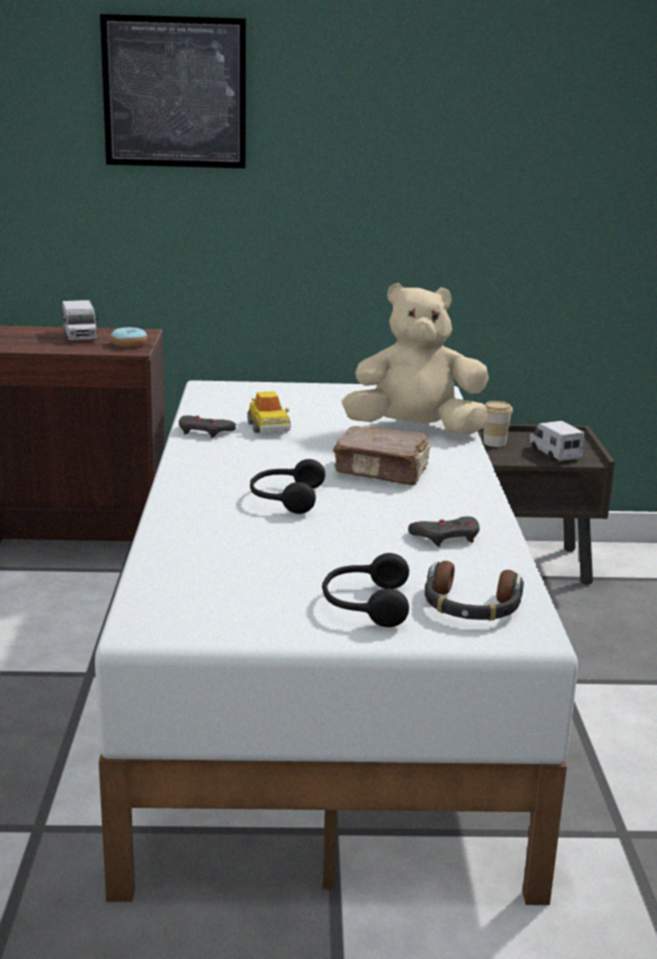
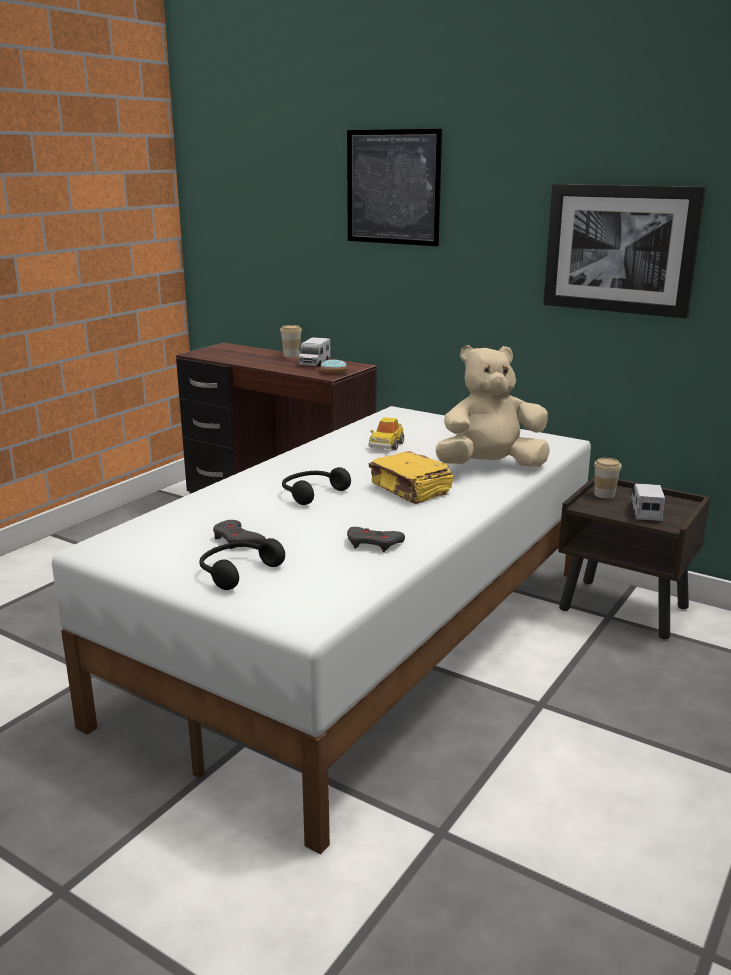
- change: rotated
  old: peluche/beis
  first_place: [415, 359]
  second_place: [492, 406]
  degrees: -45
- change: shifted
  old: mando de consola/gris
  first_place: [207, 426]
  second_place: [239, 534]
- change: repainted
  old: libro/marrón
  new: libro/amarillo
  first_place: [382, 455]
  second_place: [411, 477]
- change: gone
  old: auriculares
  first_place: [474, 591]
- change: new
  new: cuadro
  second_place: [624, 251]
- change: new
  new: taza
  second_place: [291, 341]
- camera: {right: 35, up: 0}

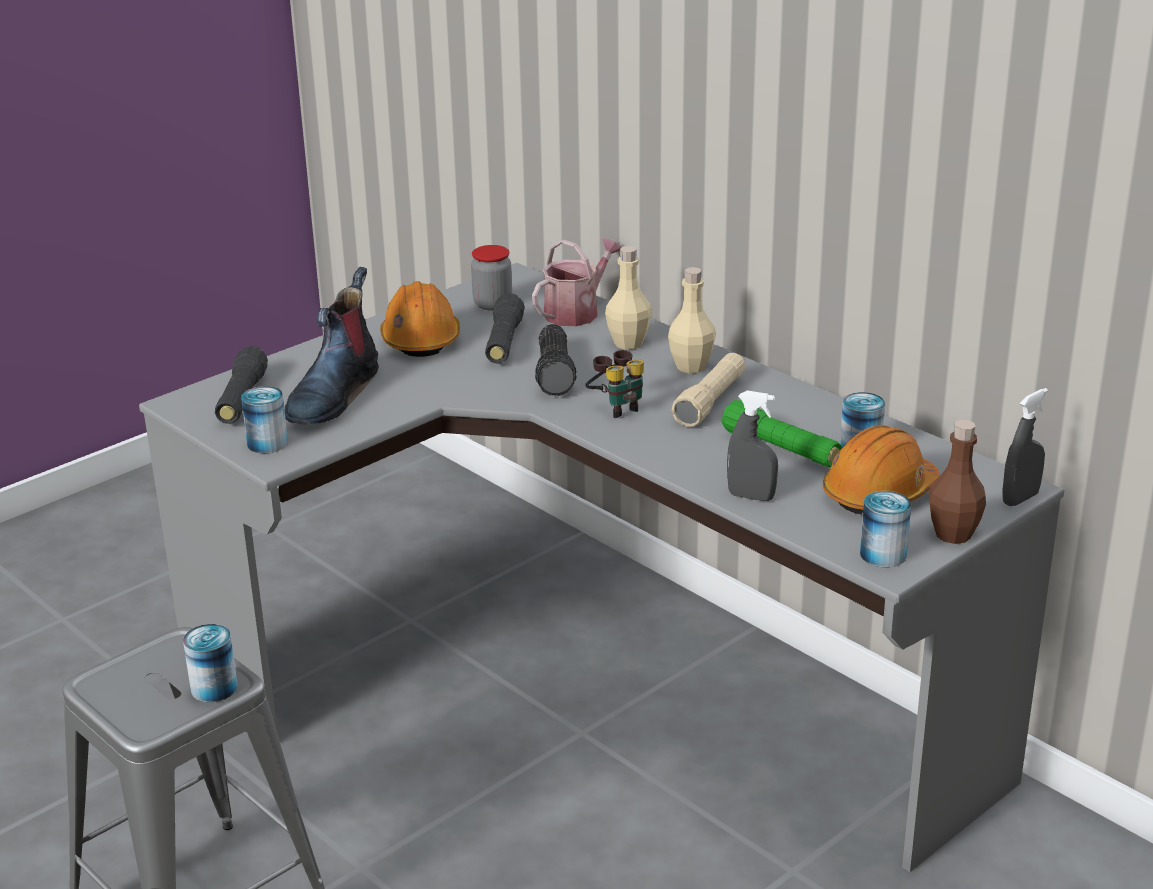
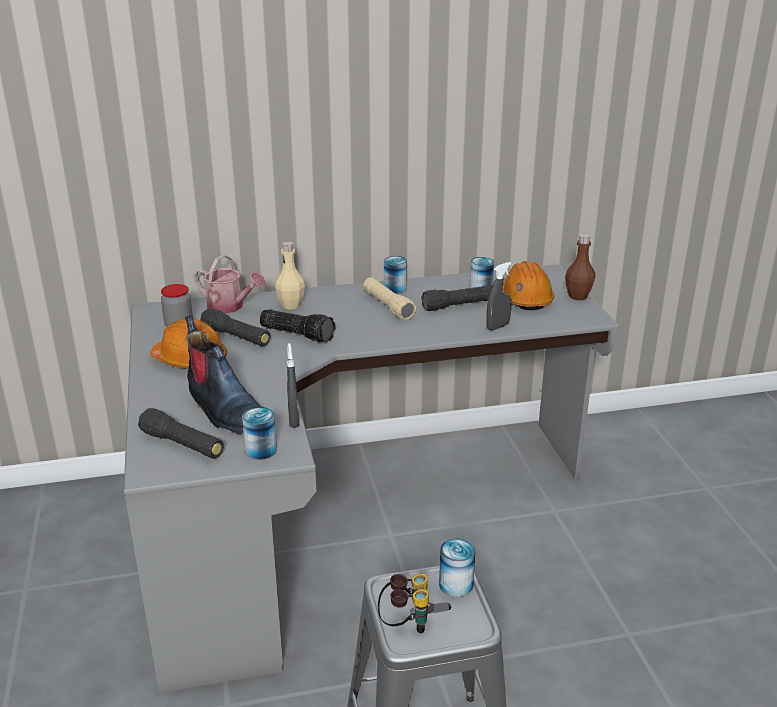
- change: rotated
  old: regadera
  first_place: [577, 282]
  second_place: [229, 284]
  degrees: 135
- change: gone
  old: botella/beis
  first_place: [692, 320]
- change: shifted
  old: prismáticos
  first_place: [614, 384]
  second_place: [406, 603]
- change: shifted
  old: pulverizador/gris
  first_place: [1025, 447]
  second_place: [293, 385]
- change: repainted
  old: linterna/verde
  new: linterna/negro
  first_place: [782, 433]
  second_place: [457, 298]
- change: shifted
  old: lata
  first_place: [885, 529]
  second_place: [395, 275]
- camera: {right: -60, up: 0}

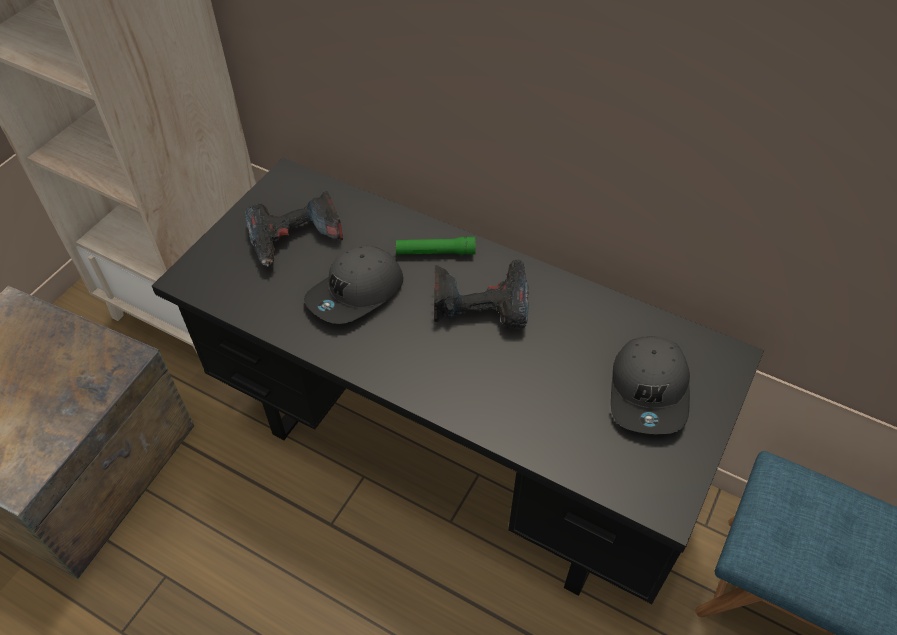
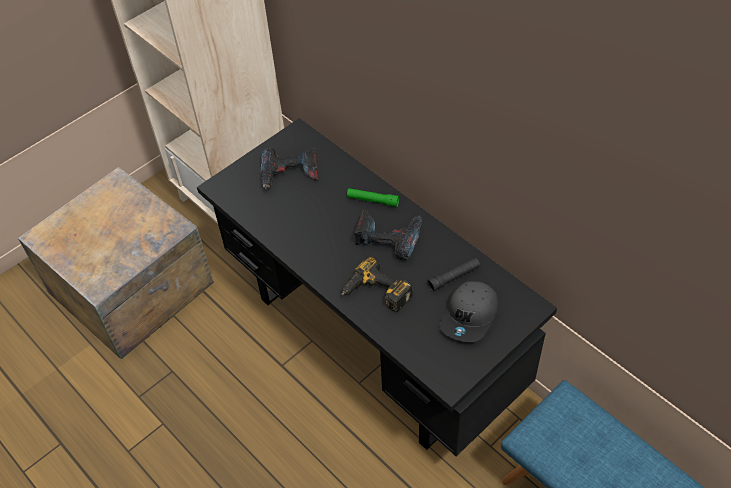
- change: gone
  old: gorra/gris
  first_place: [353, 284]
- change: new
  new: taladro
  second_place: [377, 284]
- change: new
  new: linterna/negro
  second_place: [453, 274]
- camera: {right: 20, up: 0}

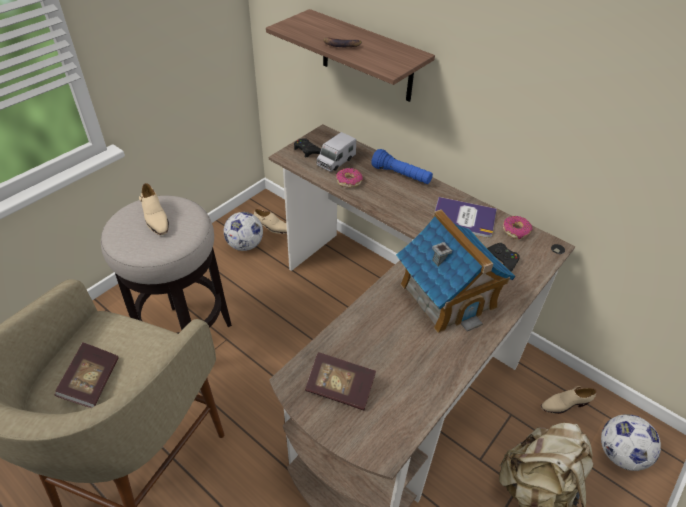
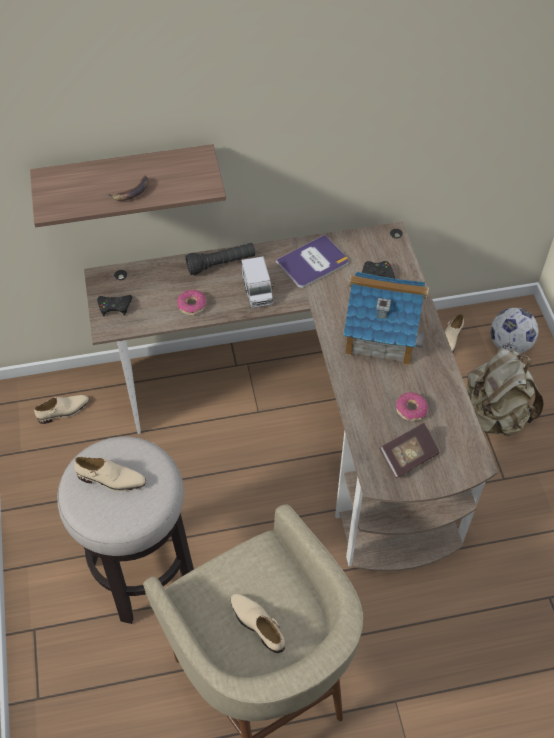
- change: shifted
  old: camión de juguete
  first_place: [336, 152]
  second_place: [257, 282]
- change: repainted
  old: linterna/azul
  new: linterna/negro
  first_place: [402, 166]
  second_place: [220, 259]
- change: gone
  old: balón de fútbol
  first_place: [243, 231]
- change: shifted
  old: rosquilla
  first_place: [518, 227]
  second_place: [412, 406]
- change: swapped
  old: libro
  new: zapato/beis
  first_place: [86, 375]
  second_place: [257, 623]
- camera: {right: -50, up: 10}

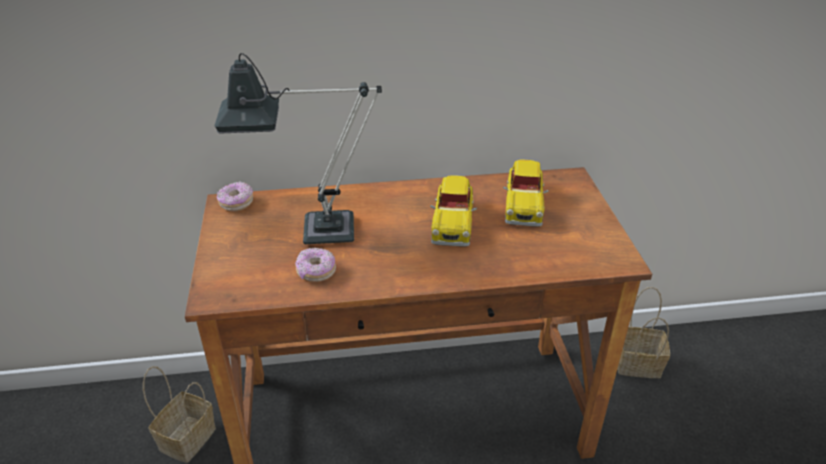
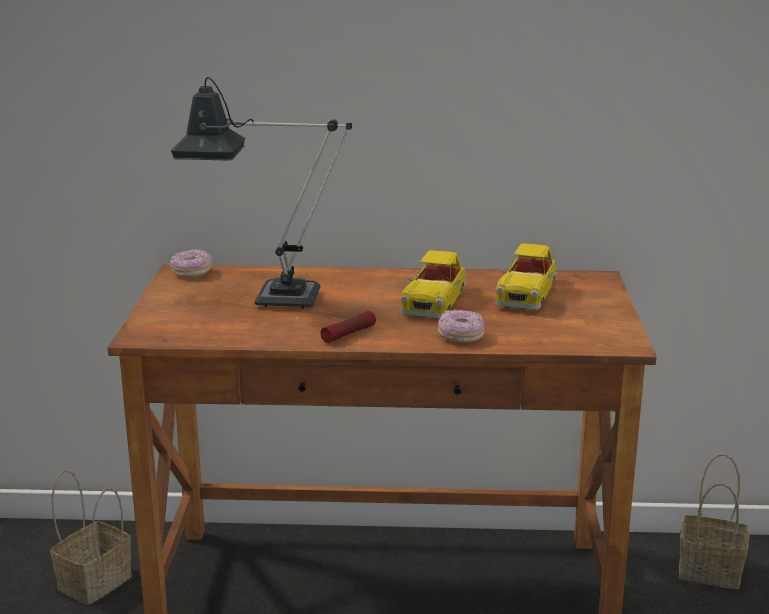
- change: shifted
  old: rosquilla
  first_place: [315, 265]
  second_place: [461, 326]
- change: new
  new: linterna
  second_place: [348, 327]
- camera: {right: 10, up: -15}

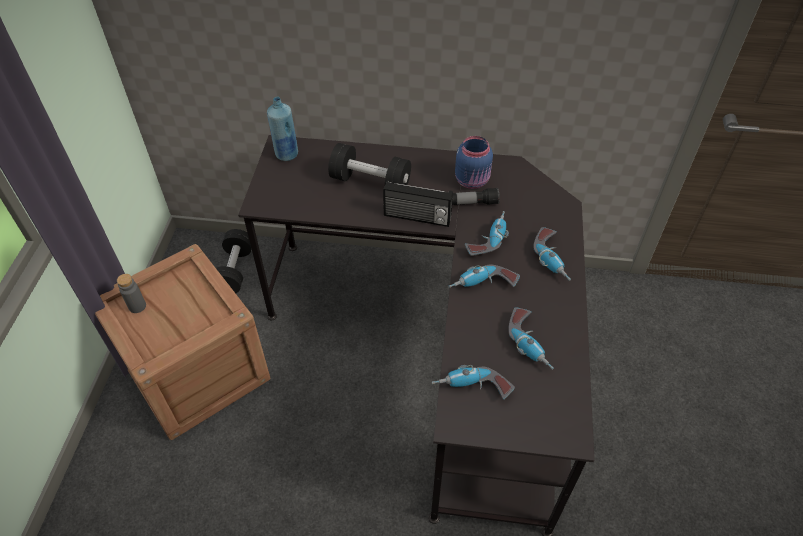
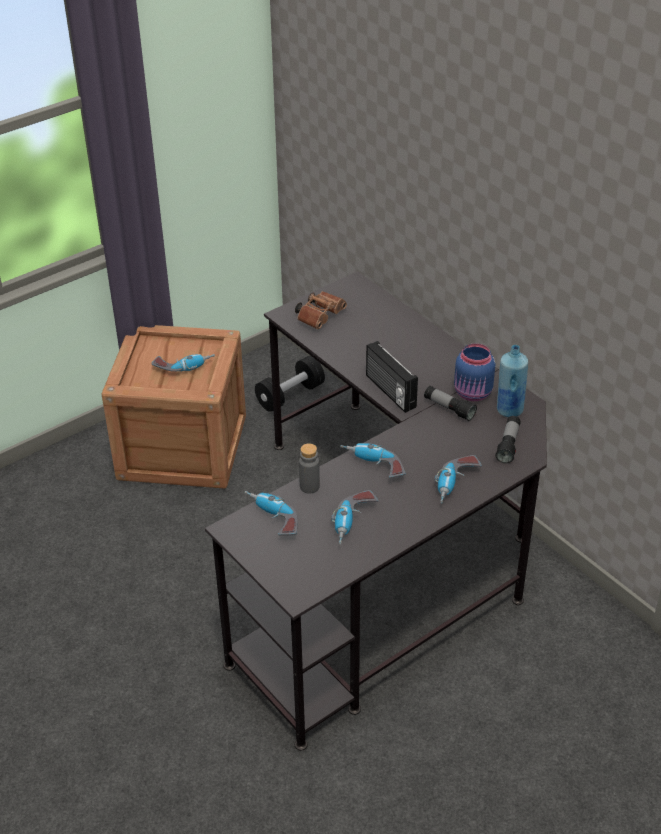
- change: shifted
  old: botella/azul
  first_place: [282, 129]
  second_place: [512, 381]
- change: gone
  old: mancuerna/negro
  first_place: [369, 164]
- change: shifted
  old: taladro
  first_place: [487, 233]
  second_place: [183, 363]
- change: shifted
  old: botella/gris
  first_place: [131, 293]
  second_place: [309, 468]
- change: new
  new: prismáticos/marrón
  second_place: [321, 310]
- change: new
  new: linterna
  second_place: [508, 440]
- camera: {right: 45, up: -10}

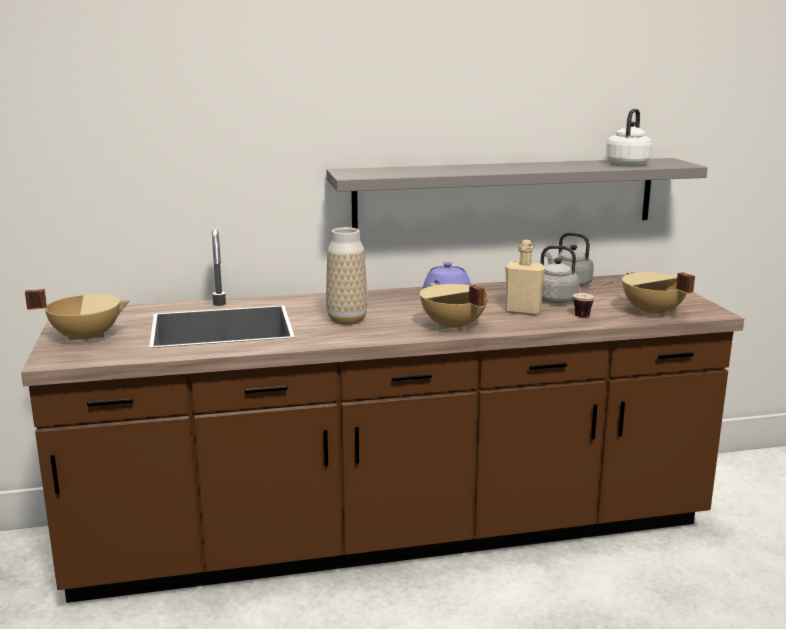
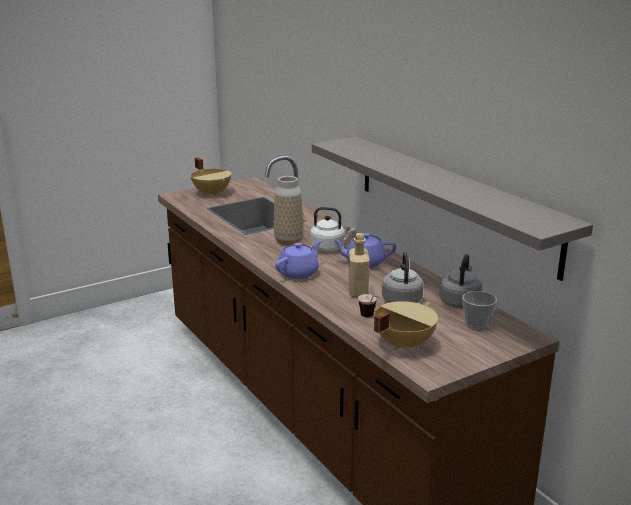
- change: shifted
  old: hervidor/blanco
  first_place: [629, 137]
  second_place: [332, 229]
- change: swapped
  old: olla/beis
  new: tetera/morado
  first_place: [454, 307]
  second_place: [298, 259]
- change: new
  new: taza
  second_place: [479, 310]
- camera: {right: 70, up: 5}

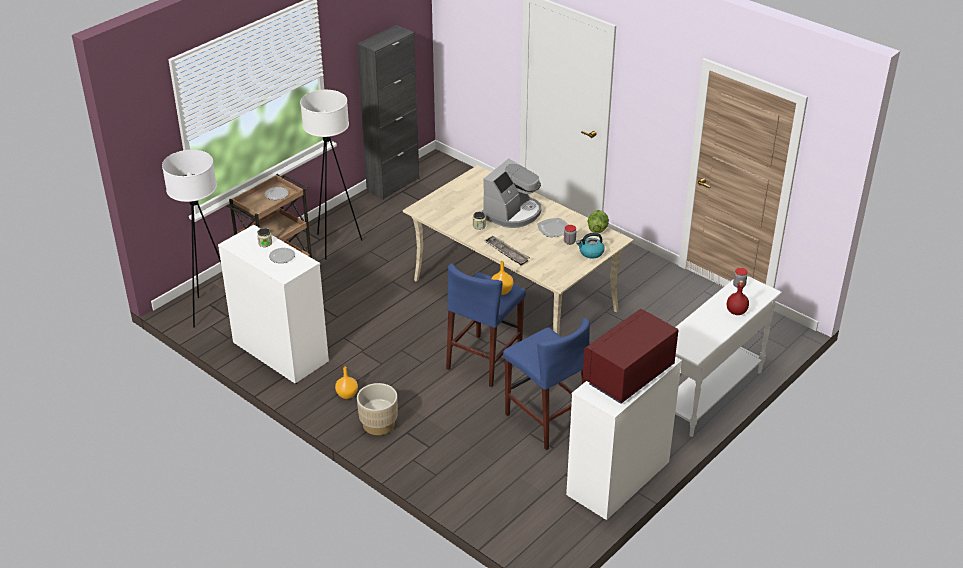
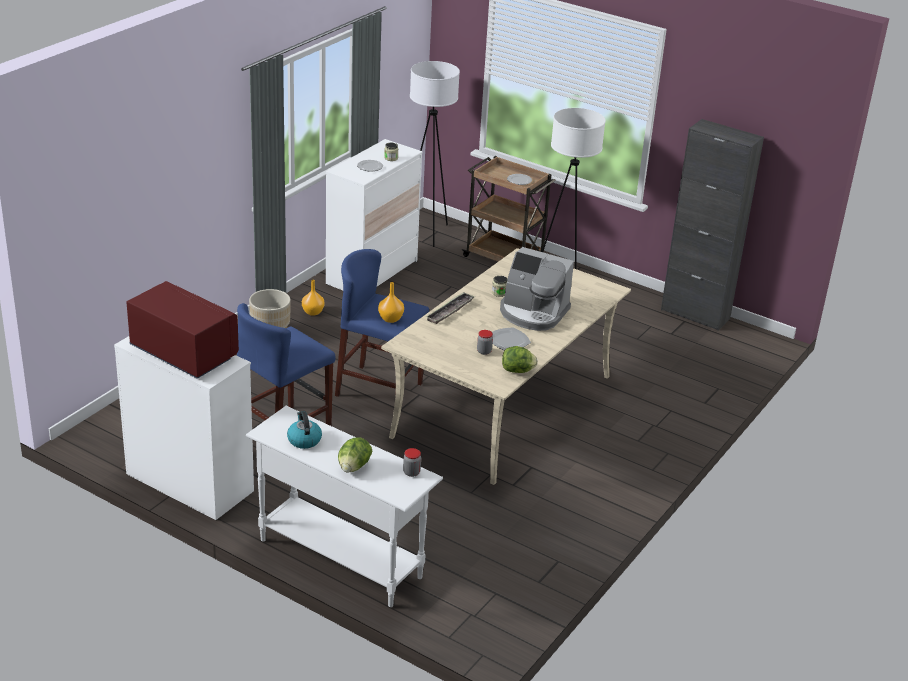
- change: shifted
  old: hervidor
  first_place: [590, 245]
  second_place: [304, 430]
- change: swapped
  old: botella/rojo
  new: lechuga
  first_place: [738, 297]
  second_place: [355, 455]
- camera: {right: 80, up: -5}

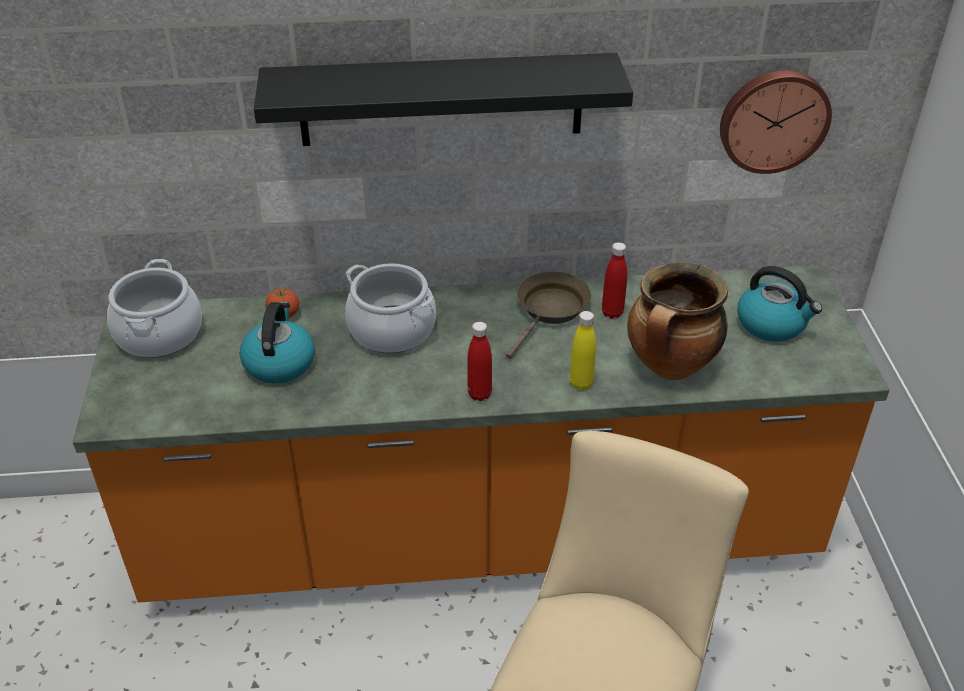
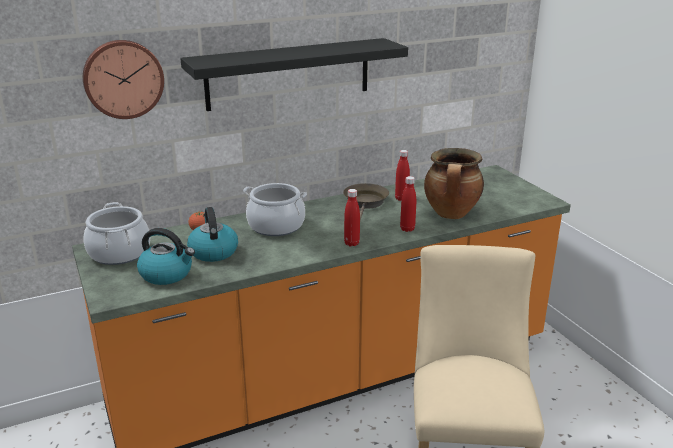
- change: shifted
  old: reloj de pared
  first_place: [776, 122]
  second_place: [123, 79]
- change: shifted
  old: hervidor
  first_place: [779, 303]
  second_place: [166, 256]
- change: repainted
  old: botella/amarillo
  new: botella/rojo
  first_place: [583, 350]
  second_place: [408, 204]
- camera: {right: -20, up: -15}

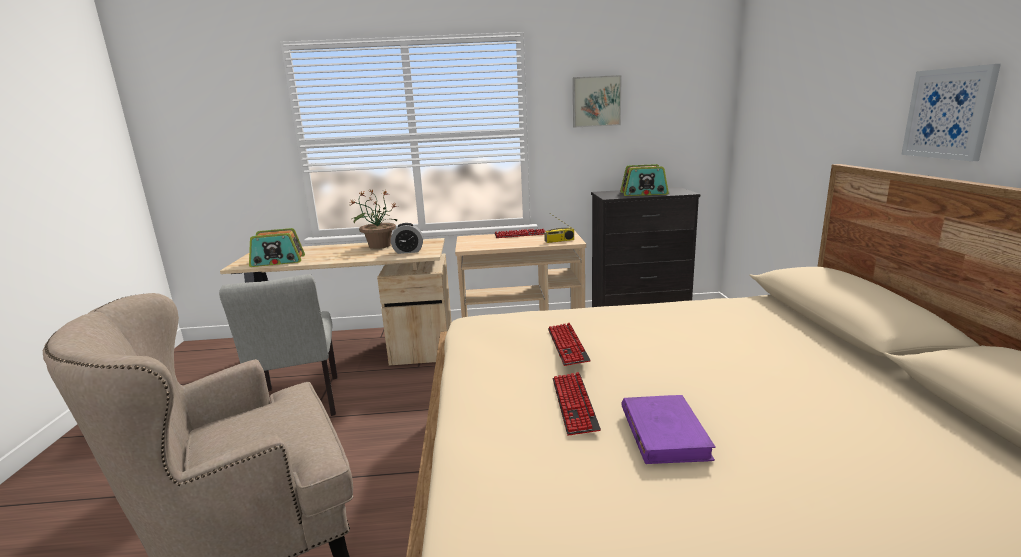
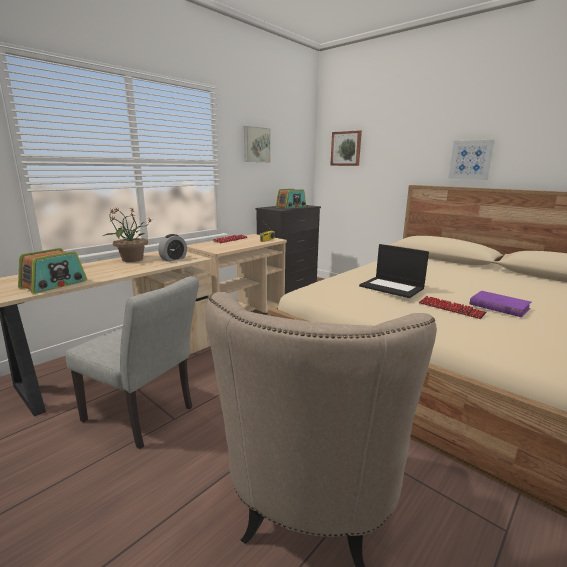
- change: swapped
  old: teclado
  new: portátil
  first_place: [569, 344]
  second_place: [394, 271]
- change: new
  new: cuadro
  second_place: [346, 148]
- camera: {right: -45, up: 0}

